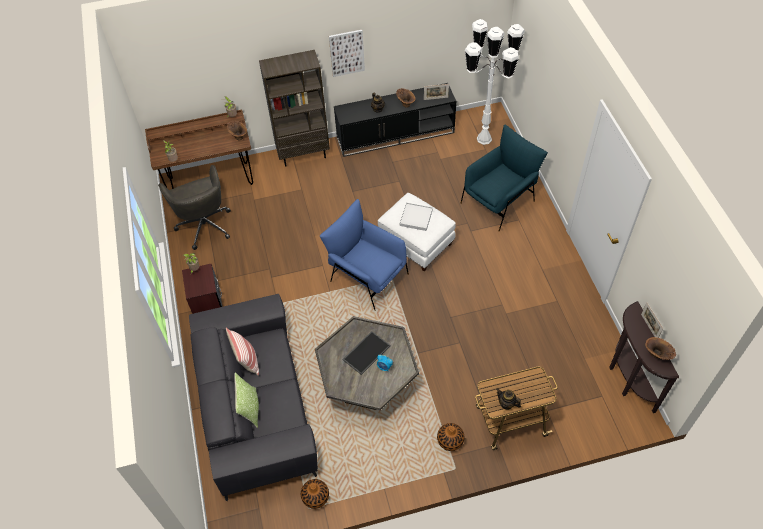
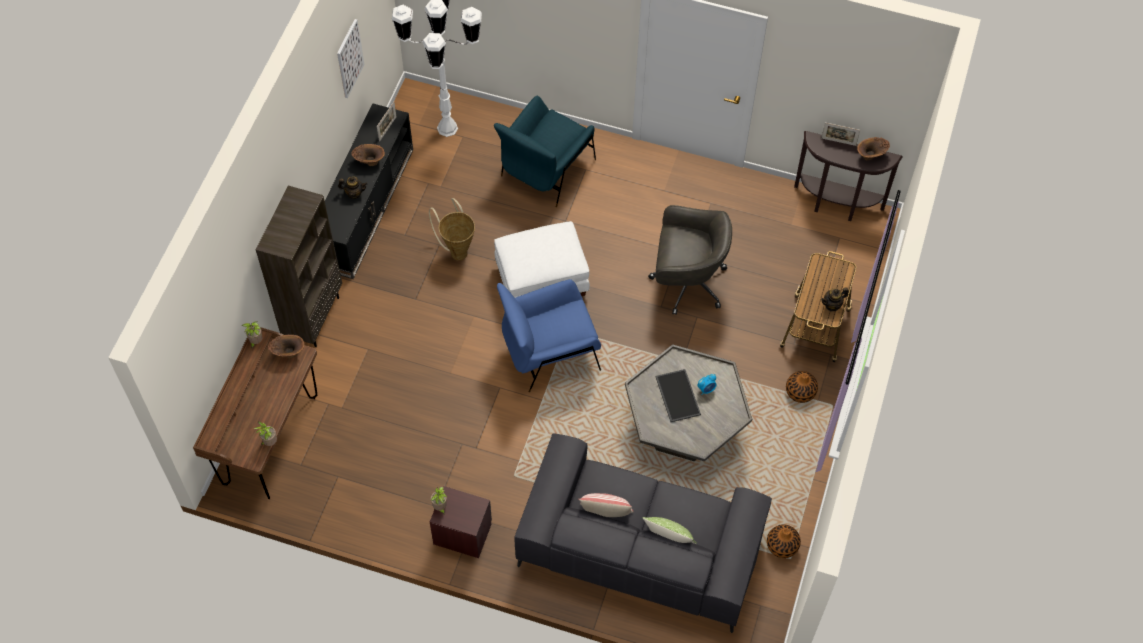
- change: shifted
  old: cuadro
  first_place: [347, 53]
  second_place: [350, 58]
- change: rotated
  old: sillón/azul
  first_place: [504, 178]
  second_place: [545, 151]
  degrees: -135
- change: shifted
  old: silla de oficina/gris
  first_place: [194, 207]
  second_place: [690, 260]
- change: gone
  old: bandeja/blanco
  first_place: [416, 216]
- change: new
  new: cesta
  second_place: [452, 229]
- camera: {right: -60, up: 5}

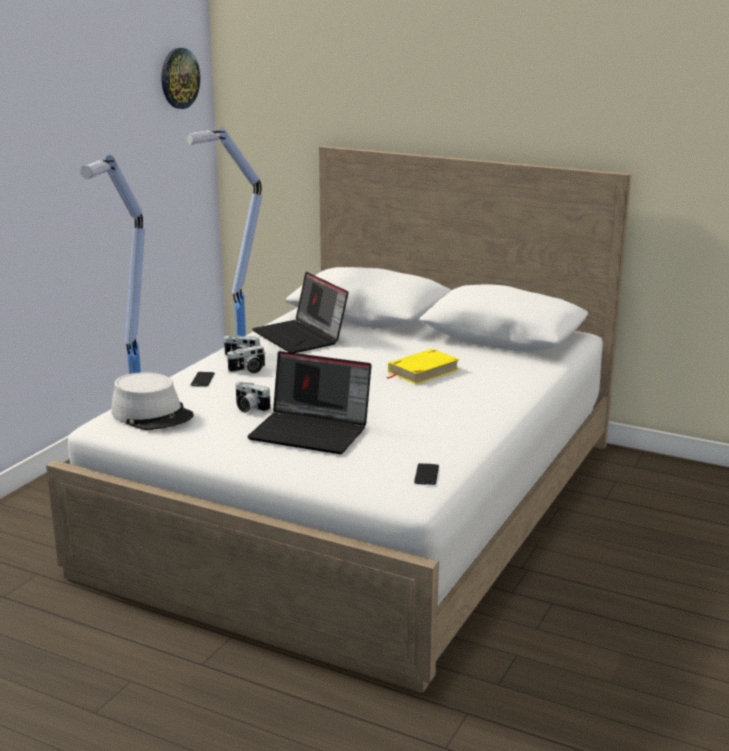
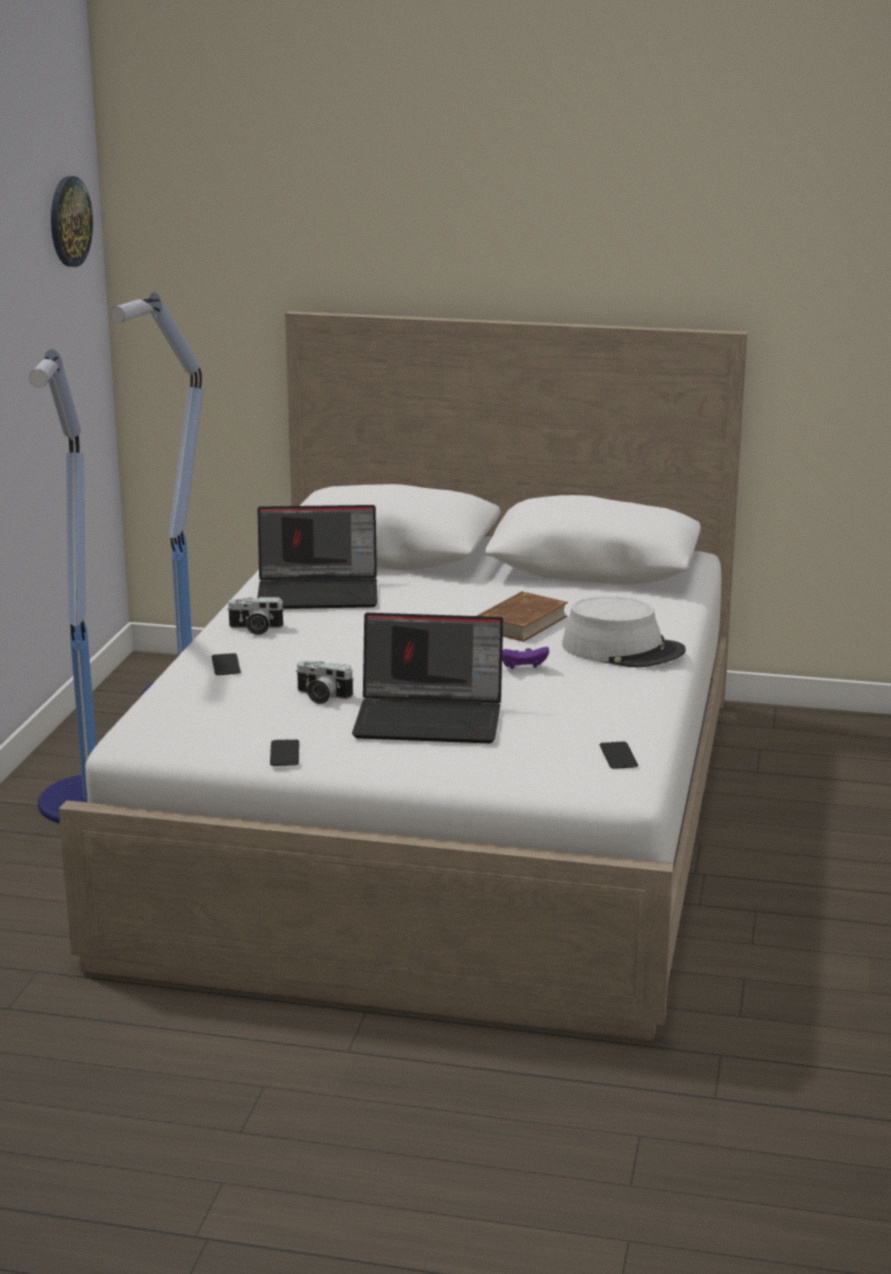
- change: rotated
  old: portátil
  first_place: [300, 312]
  second_place: [317, 557]
  degrees: -45
- change: gone
  old: cámara
  first_place: [245, 359]
- change: repainted
  old: libro/amarillo
  new: libro/marrón
  first_place: [423, 366]
  second_place: [522, 616]
- change: shifted
  old: sombrero/gris
  first_place: [152, 401]
  second_place: [624, 632]
- change: new
  new: mando de consola/morado
  second_place: [525, 658]
- change: new
  new: móvil
  second_place: [284, 752]
- camera: {right: -15, up: 0}

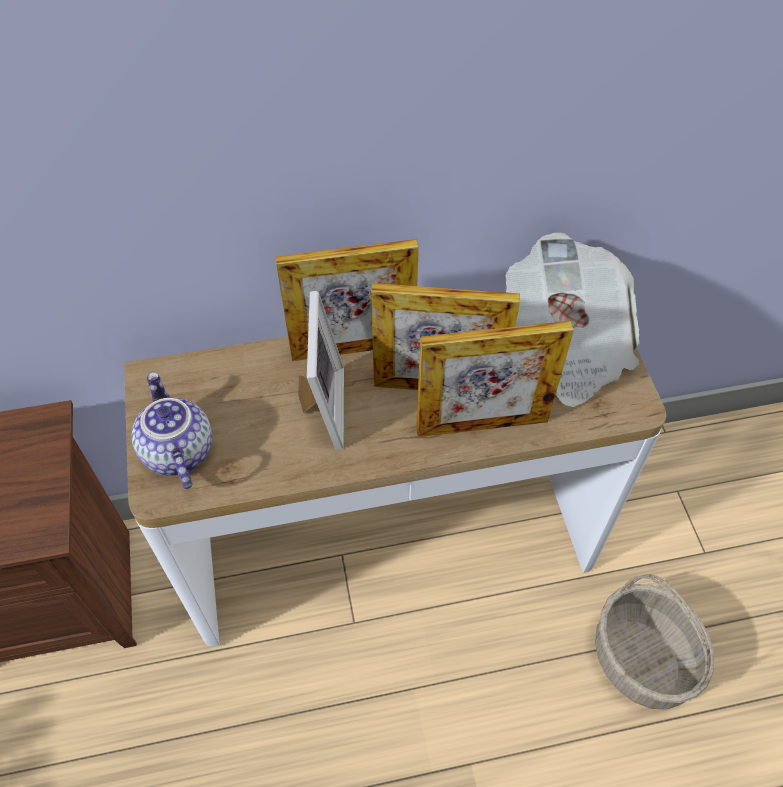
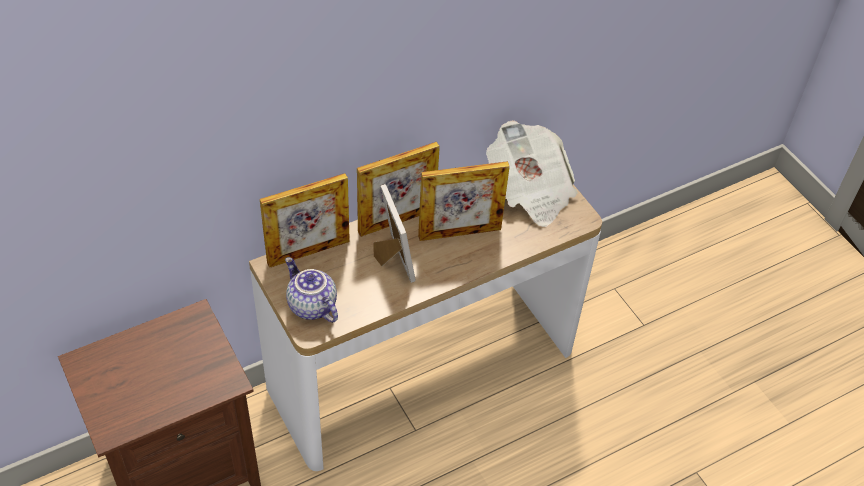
- change: shifted
  old: portarretratos
  first_place: [495, 379]
  second_place: [305, 220]
- change: gone
  old: cesta
  first_place: [654, 642]
- camera: {right: -20, up: -5}

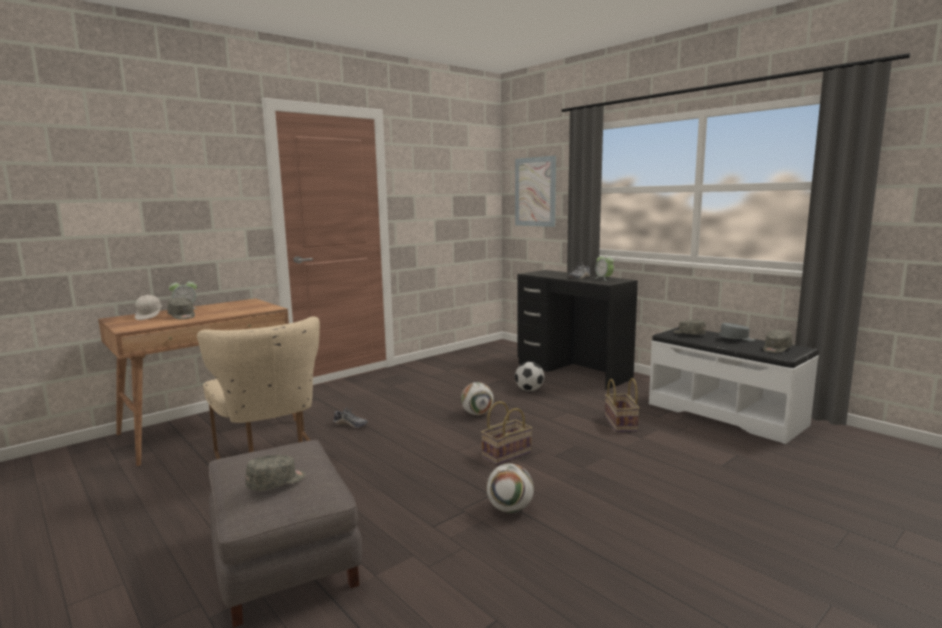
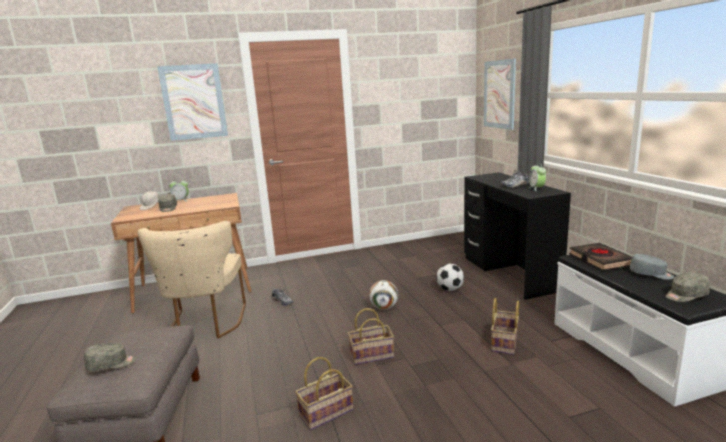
- change: swapped
  old: gorra/gris
  new: libro/negro
  first_place: [689, 327]
  second_place: [600, 256]
- change: swapped
  old: balón de fútbol
  new: cesta
  first_place: [510, 488]
  second_place: [324, 393]
- change: new
  new: cuadro
  second_place: [192, 102]
- camera: {right: 25, up: 5}

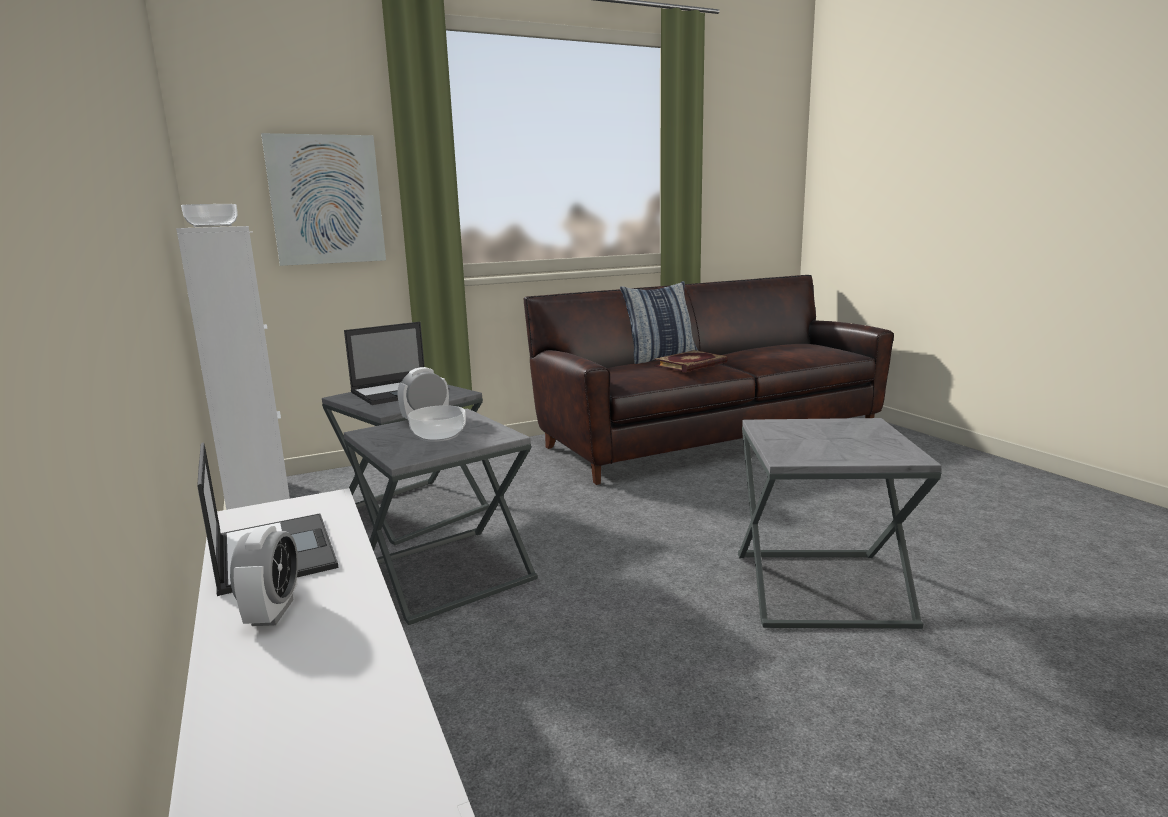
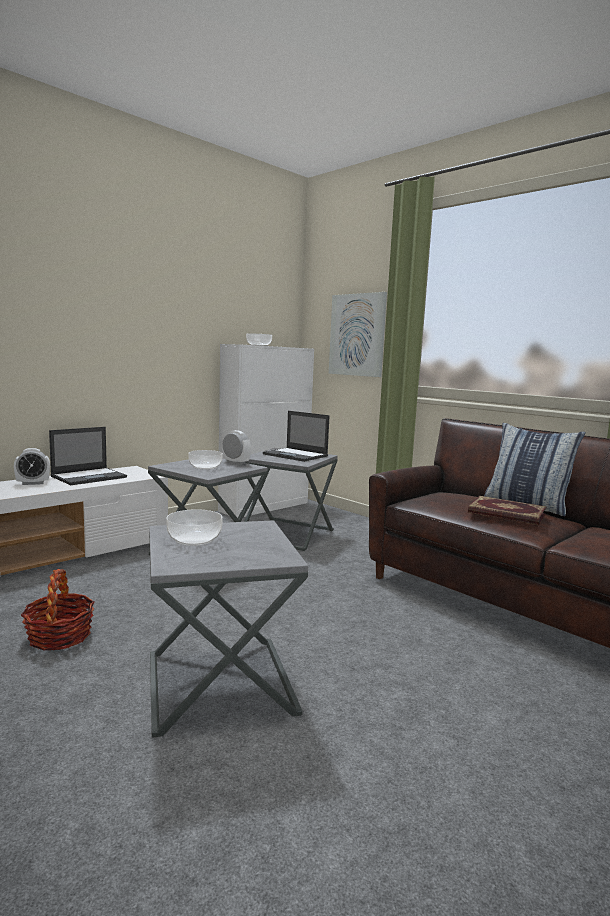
- change: new
  new: cuenco
  second_place: [194, 527]
- change: new
  new: cesta
  second_place: [58, 609]
- camera: {right: 70, up: -5}

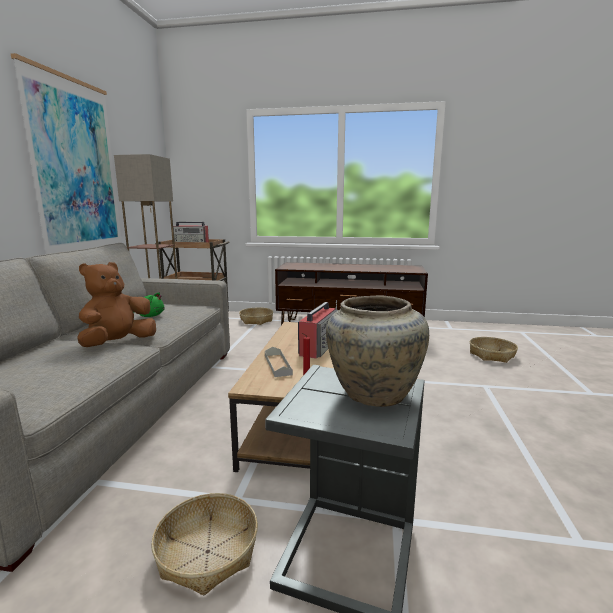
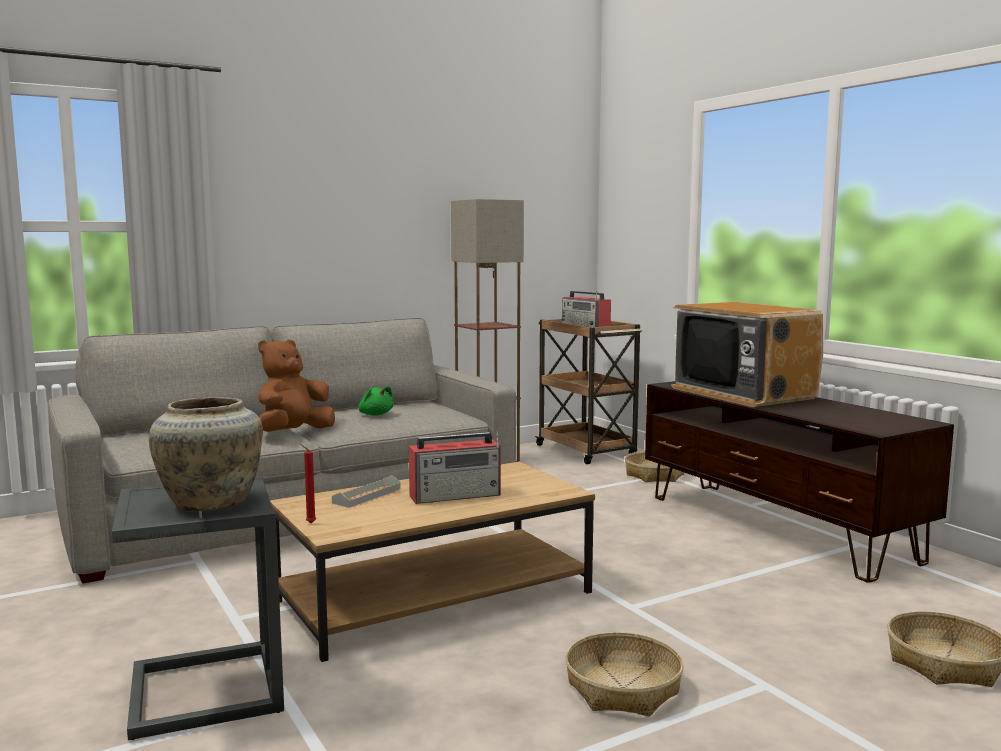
- change: gone
  old: cuadro
  first_place: [66, 153]
- change: rotated
  old: peluche/marrón
  first_place: [116, 304]
  second_place: [296, 385]
  degrees: -45
- change: shifted
  old: cesta
  first_place: [204, 544]
  second_place: [624, 674]
- change: new
  new: televisor
  second_place: [747, 354]
- camera: {right: 50, up: -5}

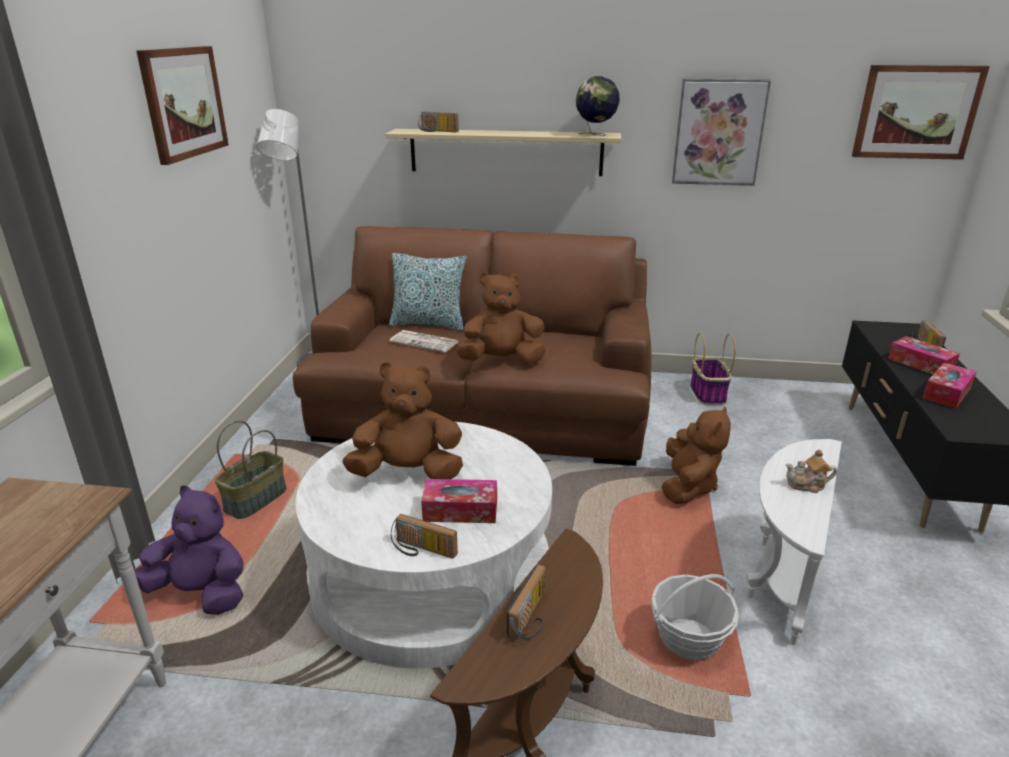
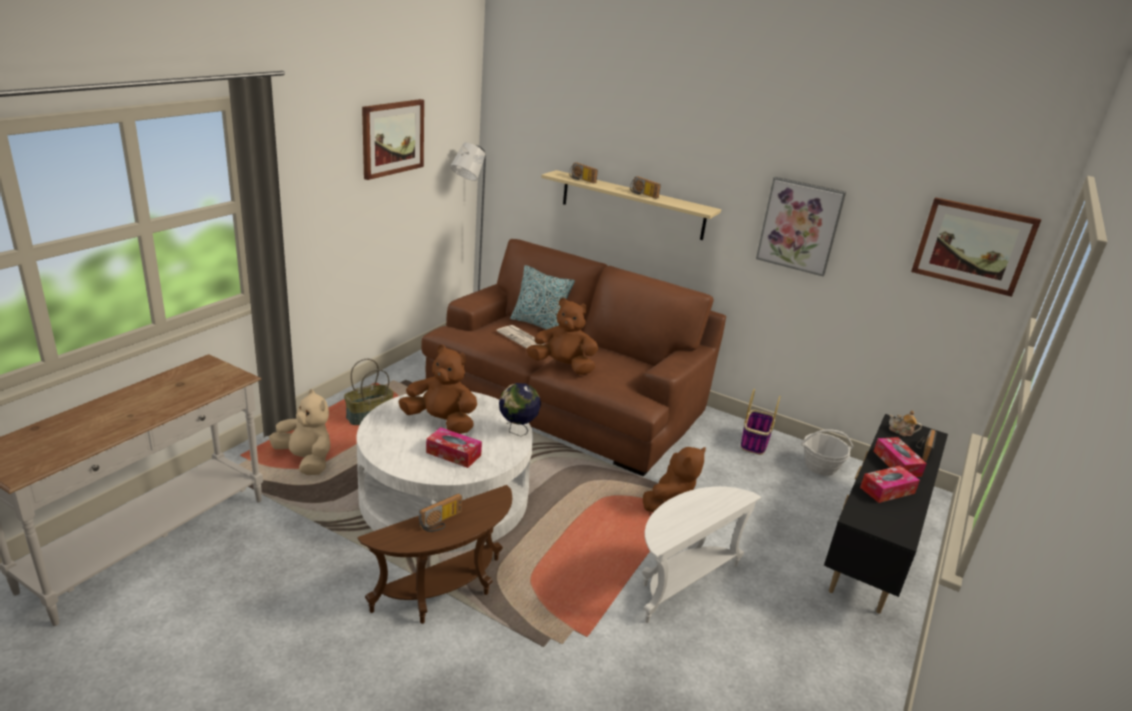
- change: shifted
  old: globo terráqueo
  first_place: [598, 106]
  second_place: [520, 410]
- change: shifted
  old: tetera
  first_place: [811, 471]
  second_place: [905, 423]
- change: repainted
  old: peluche/morado
  new: peluche/beis
  first_place: [189, 550]
  second_place: [299, 432]
- change: shifted
  old: radio
  first_place: [424, 536]
  second_place: [645, 187]
- change: shifted
  old: cesta
  first_place: [695, 617]
  second_place: [827, 452]
- camera: {right: 20, up: 0}

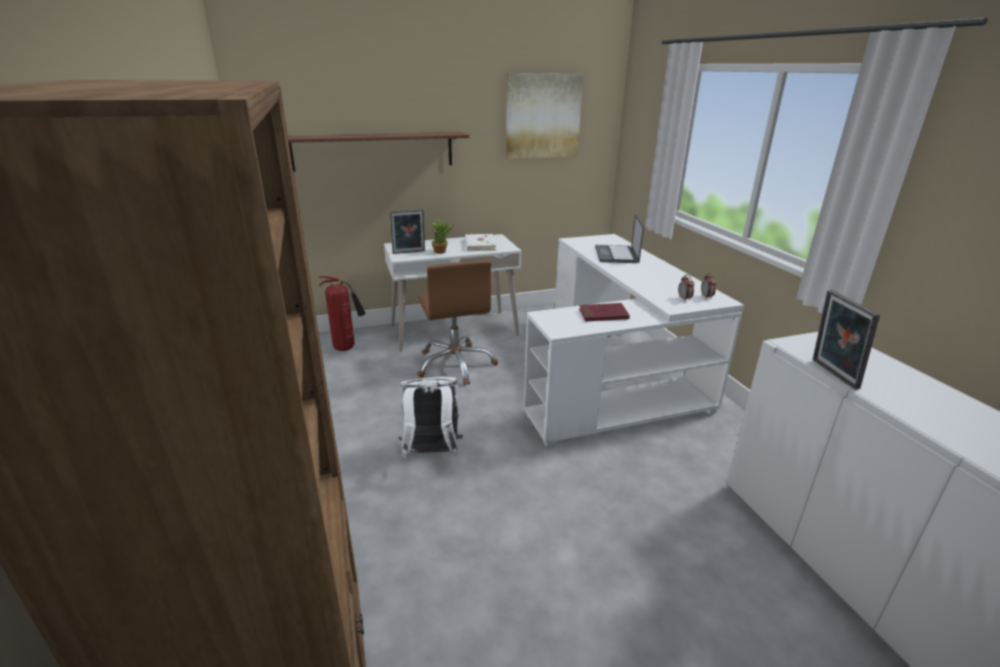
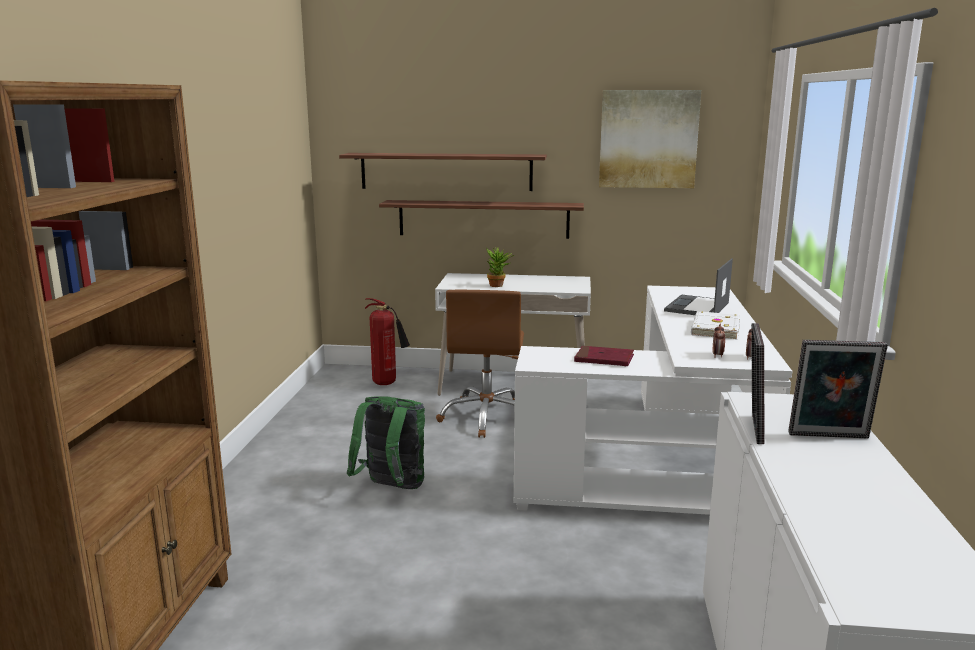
- change: shifted
  old: portarretratos
  first_place: [407, 231]
  second_place: [838, 389]
- change: shifted
  old: libro/blanco
  first_place: [480, 242]
  second_place: [715, 325]
- change: repainted
  old: mochila/blanco
  new: mochila/verde
  first_place: [430, 417]
  second_place: [386, 442]
- change: new
  new: estante
  second_place: [481, 219]
- camera: {right: 25, up: -10}

